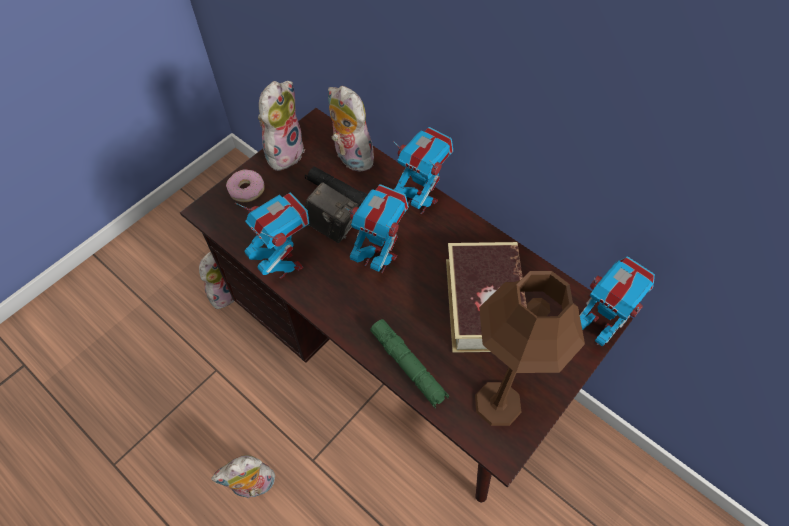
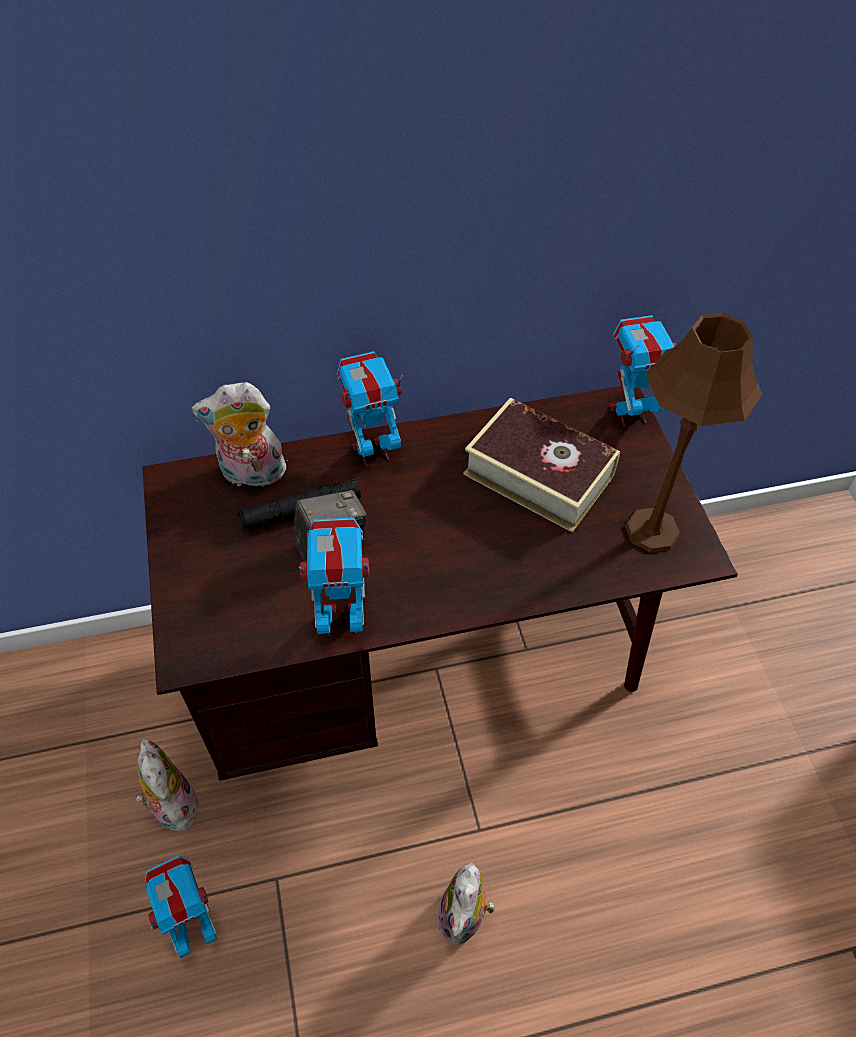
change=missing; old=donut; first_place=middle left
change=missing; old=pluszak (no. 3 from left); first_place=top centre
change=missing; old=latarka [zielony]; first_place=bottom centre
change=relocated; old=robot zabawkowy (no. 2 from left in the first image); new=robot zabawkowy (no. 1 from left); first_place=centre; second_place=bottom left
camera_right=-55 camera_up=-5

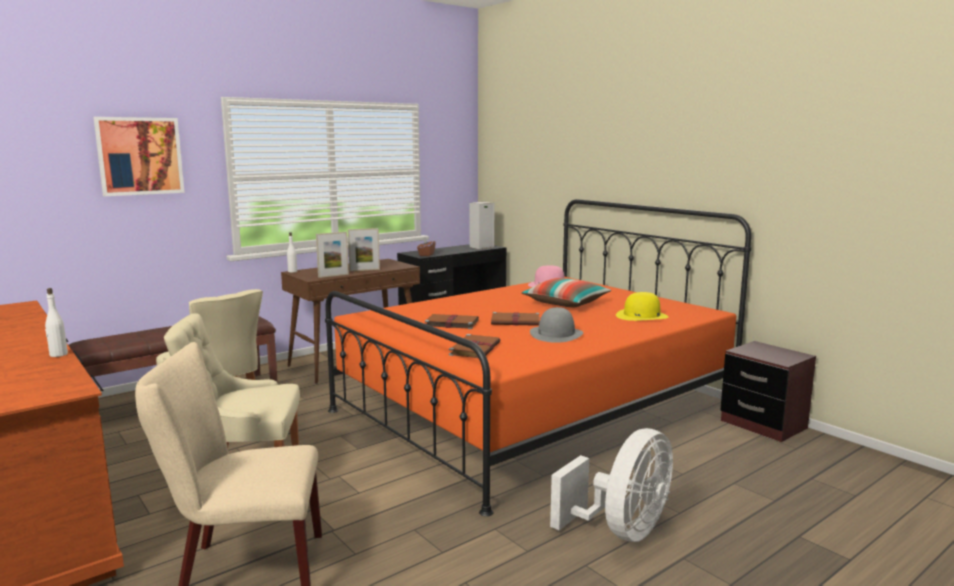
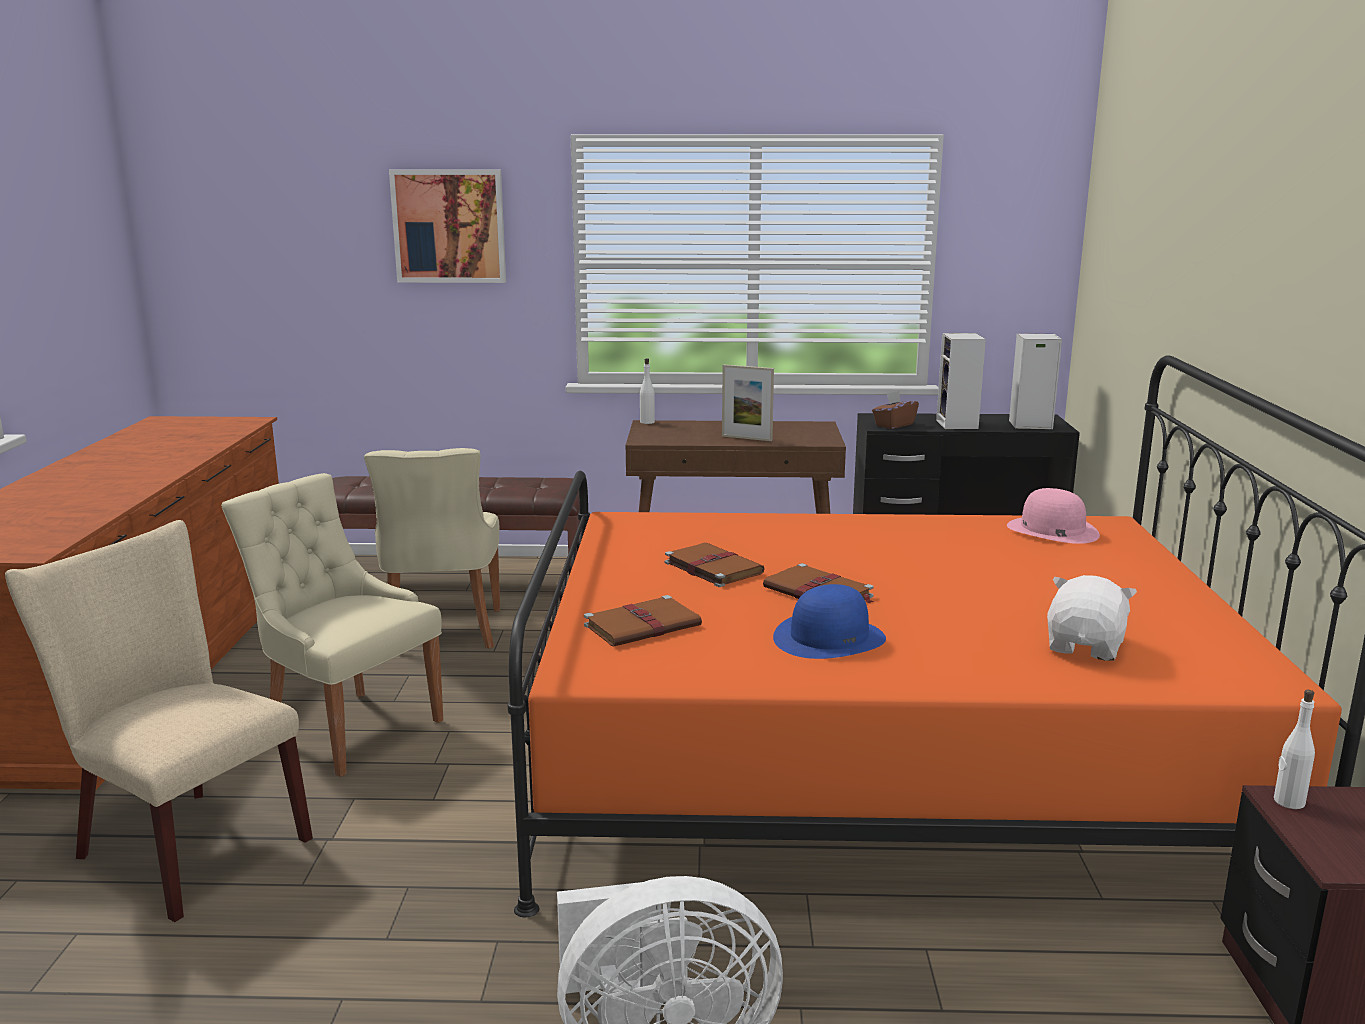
change=missing; old=ramka na zdjęcie (no. 1 from left); first_place=centre
change=missing; old=poduszka; first_place=centre
change=appeared; new=głośnik (no. 1 from left); second_place=middle right
change=relocated; old=butelka [biały] (no. 1 from left in the first image); new=butelka [biały] (no. 2 from left); first_place=middle left; second_place=bottom right
change=exchanged; old=kapelusz [żółty]; new=pluszak [biały]; first_place=middle right; second_place=middle right
change=colour; old=kapelusz [szary]; new=kapelusz [niebieski]; first_place=centre; second_place=centre
camera_right=40 camera_up=5

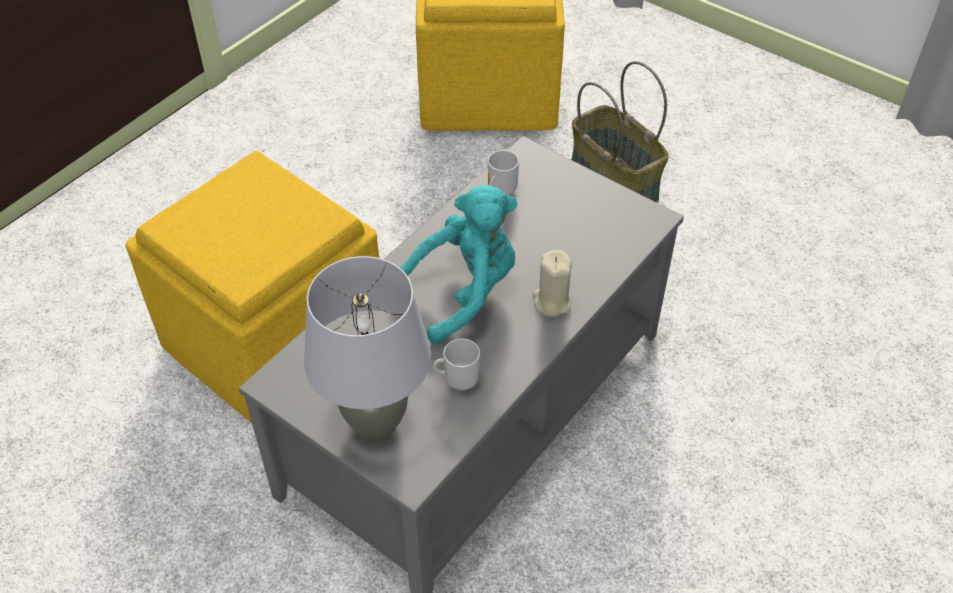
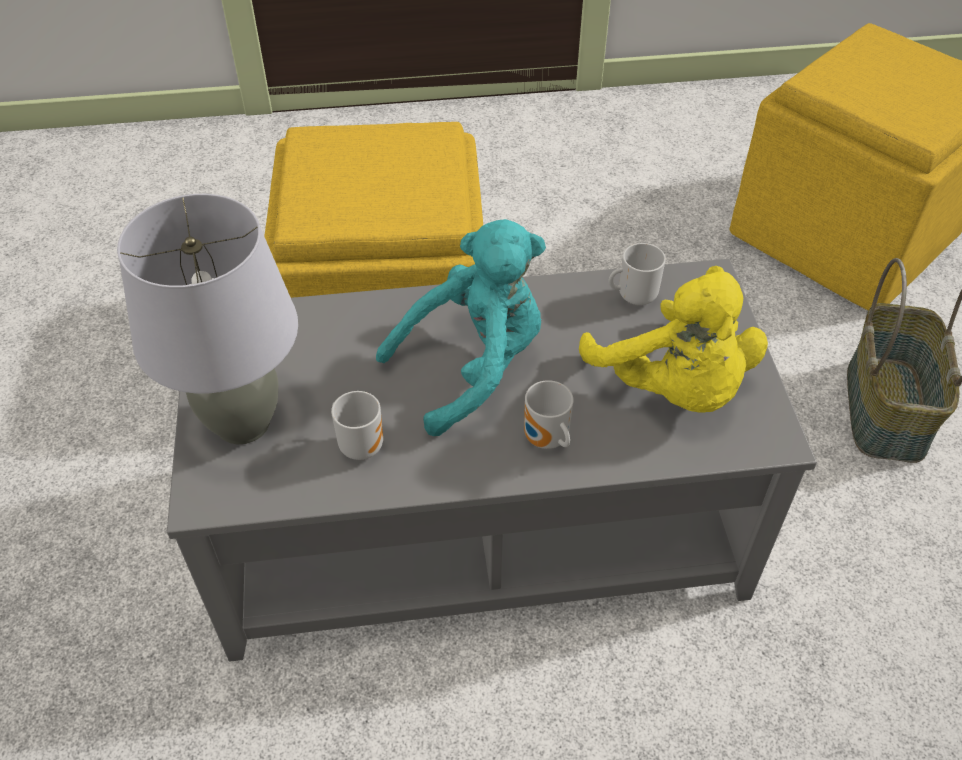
change=appeared; new=pluszak [żółty]; second_place=middle right
change=exchanged; old=świeca [beżowy]; new=kubek (no. 2 from left); first_place=centre; second_place=centre
change=spun; old=pluszak [turkusowy]; first_place=centre; second_place=centre; degrees=-45
camera_right=45 camera_up=0

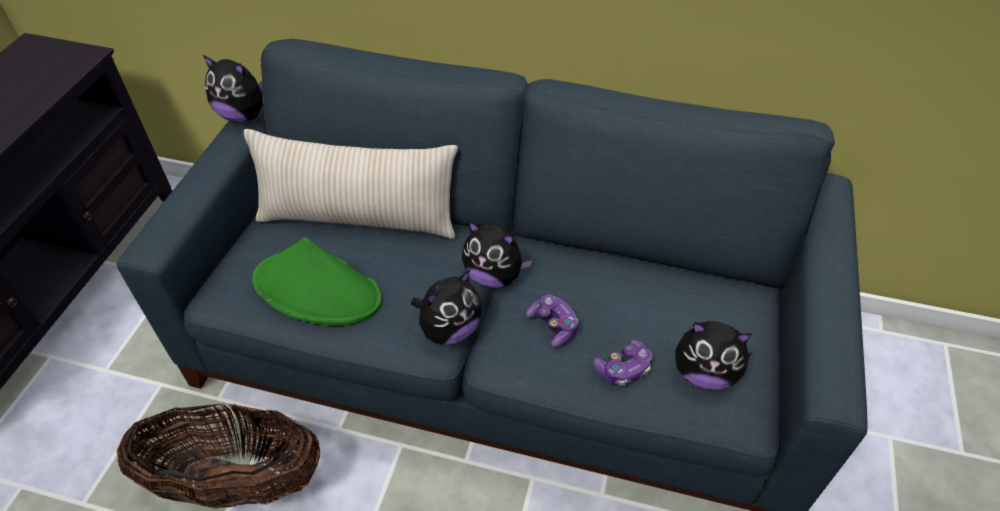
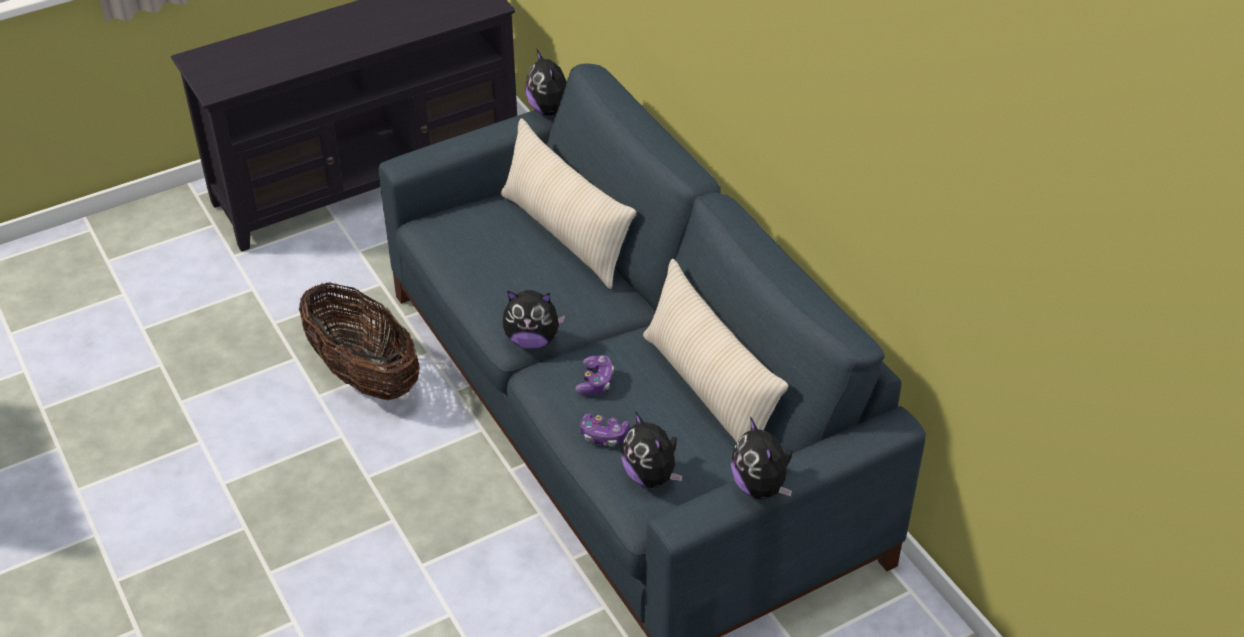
change=missing; old=kapelusz [zielony]; first_place=middle left
change=appeared; new=poduszka [beżowy] (no. 2 from left); second_place=centre
change=relocated; old=pluszak (no. 3 from left in the first image); new=pluszak (no. 4 from left); first_place=centre; second_place=bottom centre
camera_right=45 camera_up=-5

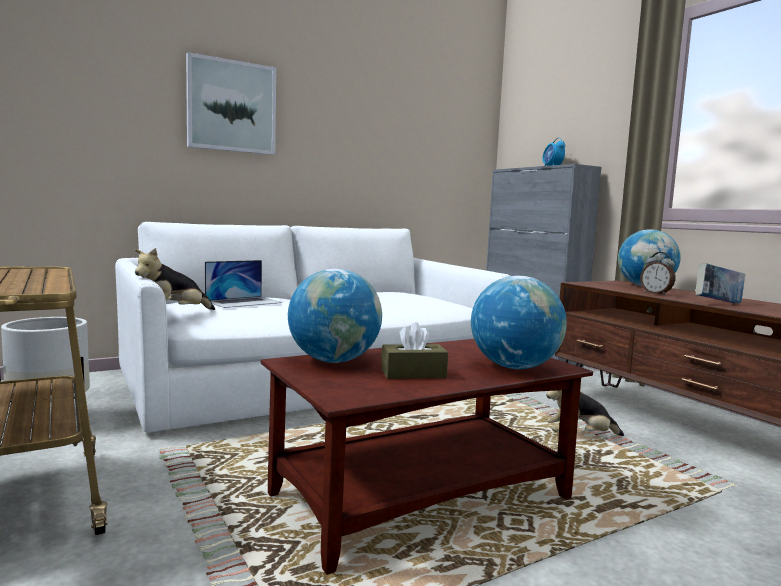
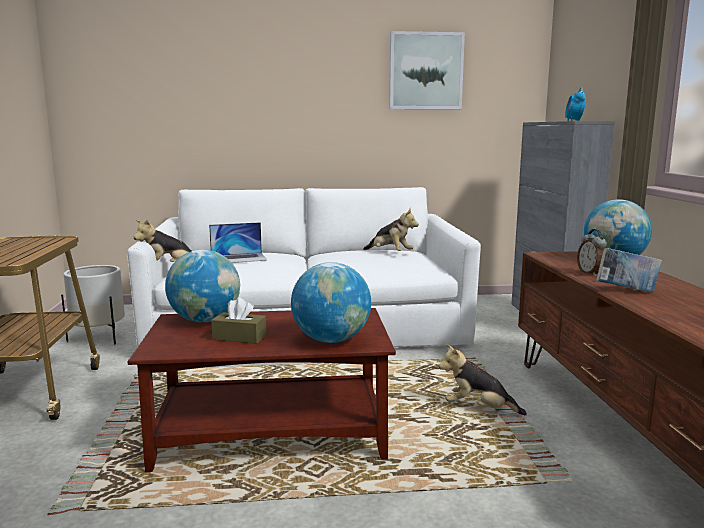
change=appeared; new=pluszak (no. 2 from left); second_place=centre
change=relocated; old=obraz; first_place=top left; second_place=top centre
camera_right=25 camera_up=5

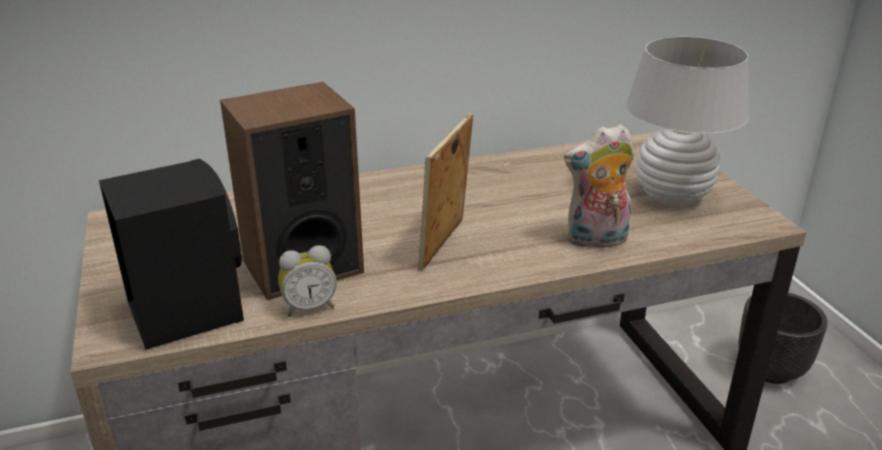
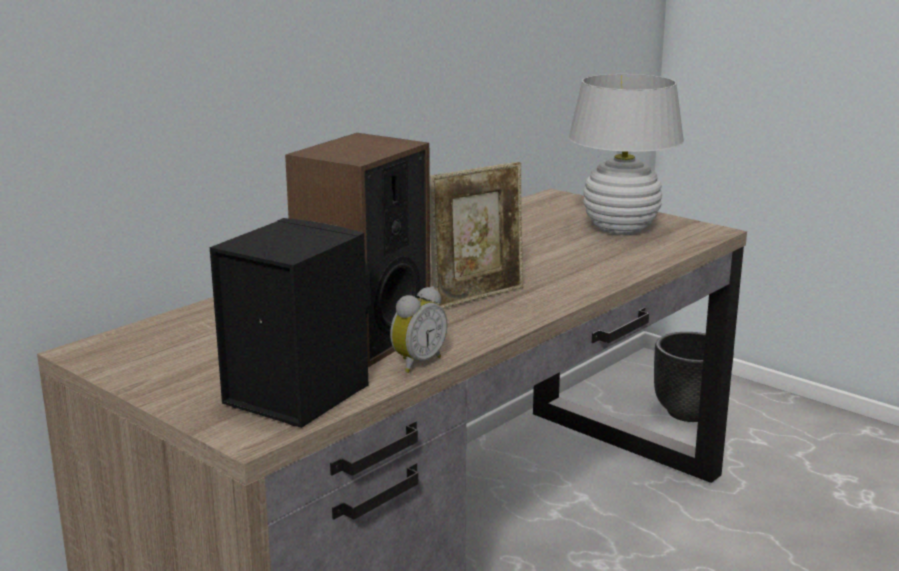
change=missing; old=pluszak; first_place=middle right
change=spun; old=ramka na zdjęcie; first_place=centre; second_place=centre; degrees=-120
camera_right=-30 camera_up=-10

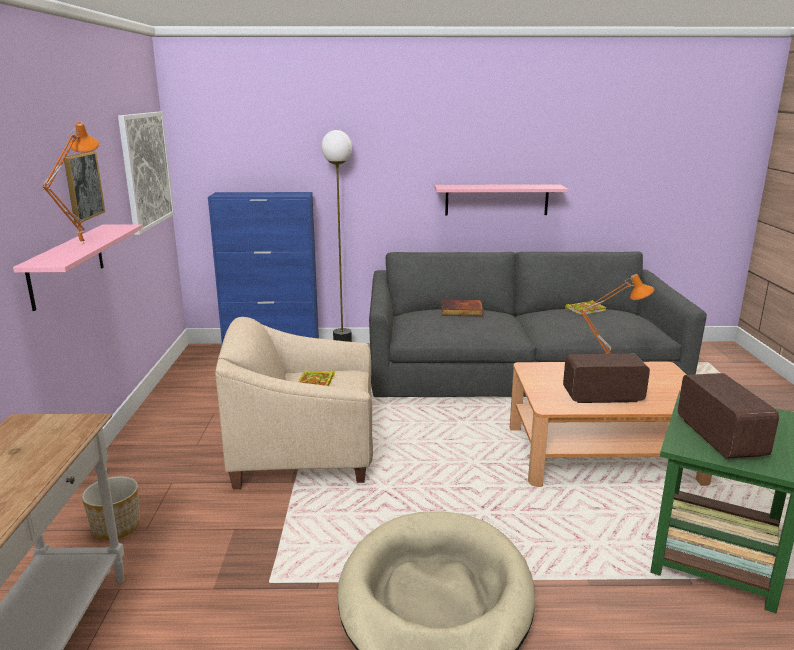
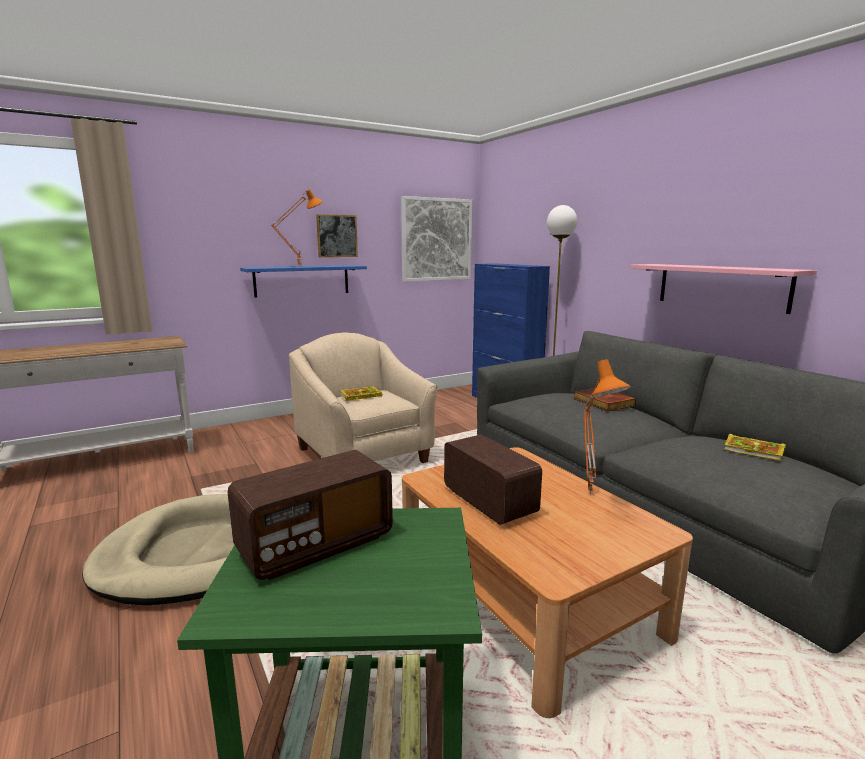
change=missing; old=donica; first_place=bottom left
change=colour; old=półka [różowy] (no. 1 from left); new=półka [niebieski]; first_place=middle left; second_place=centre
camera_right=60 camera_up=-5

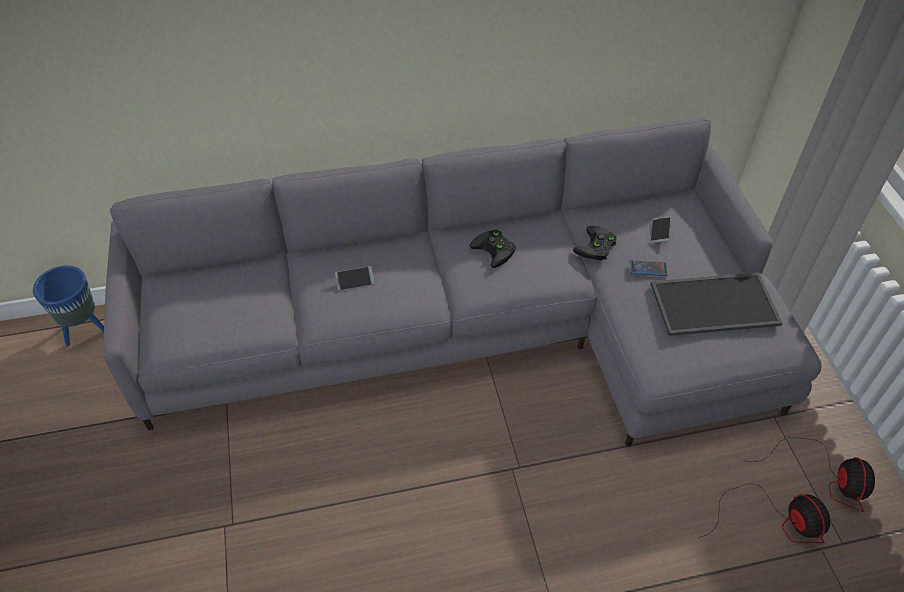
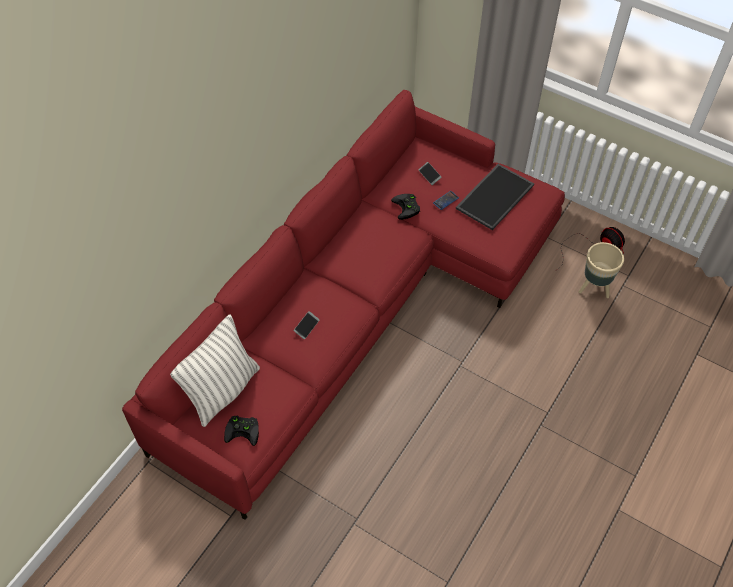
change=missing; old=donica [niebieski]; first_place=middle left
change=appeared; new=poduszka; second_place=middle left
change=relocated; old=pad do gier [czarny] (no. 1 from left); first_place=centre; second_place=bottom left
change=exchanged; old=wentylator (no. 1 from left); new=donica [beżowy]; first_place=bottom right; second_place=middle right
change=colour; old=kanapa [szary]; new=kanapa [czerwony]; first_place=centre; second_place=centre
camera_right=-45 camera_up=5

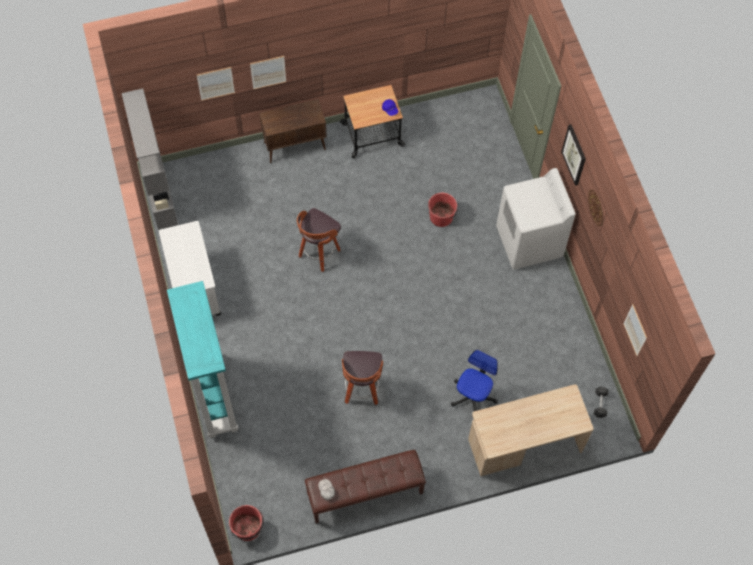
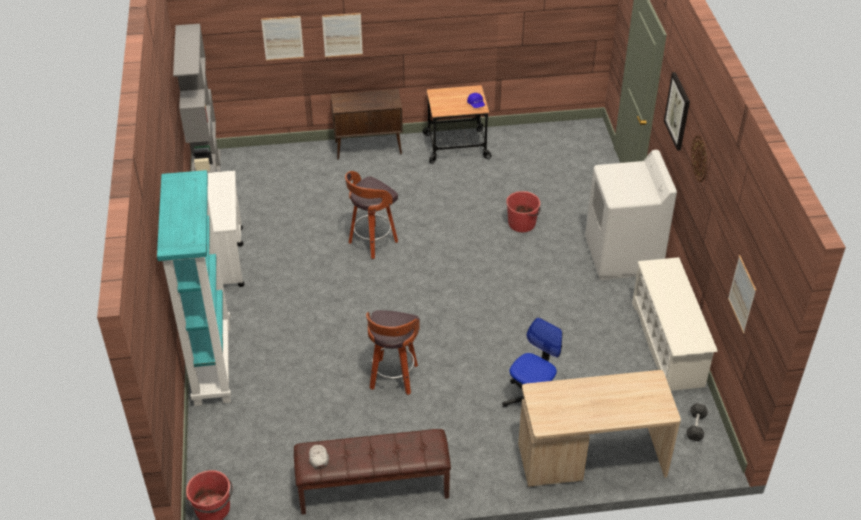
change=appeared; new=regał na buty [biały]; second_place=middle right
camera_right=10 camera_up=-20

